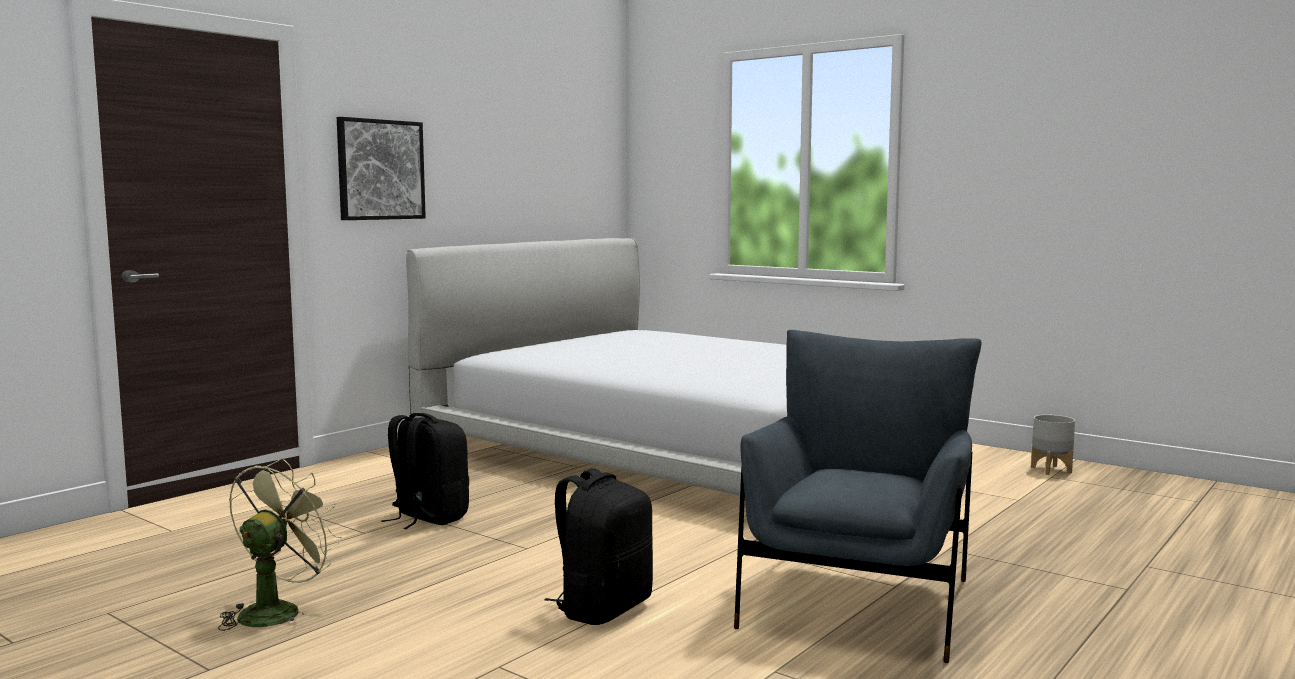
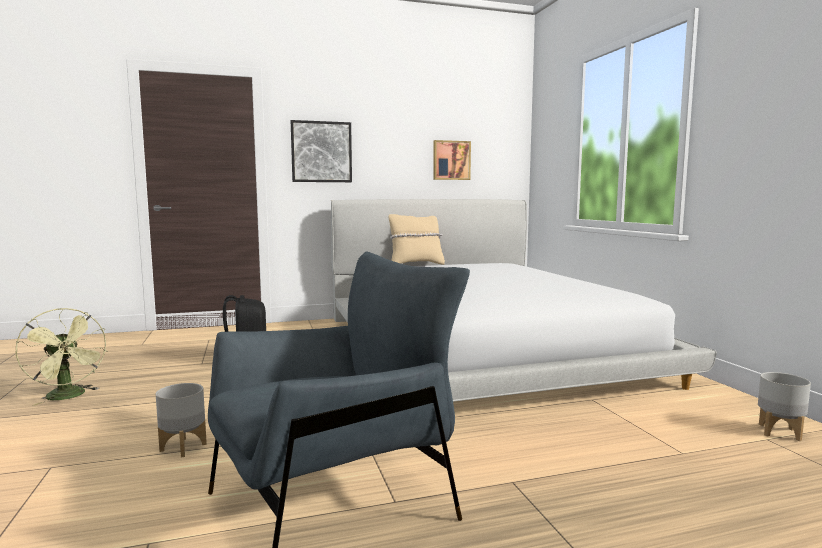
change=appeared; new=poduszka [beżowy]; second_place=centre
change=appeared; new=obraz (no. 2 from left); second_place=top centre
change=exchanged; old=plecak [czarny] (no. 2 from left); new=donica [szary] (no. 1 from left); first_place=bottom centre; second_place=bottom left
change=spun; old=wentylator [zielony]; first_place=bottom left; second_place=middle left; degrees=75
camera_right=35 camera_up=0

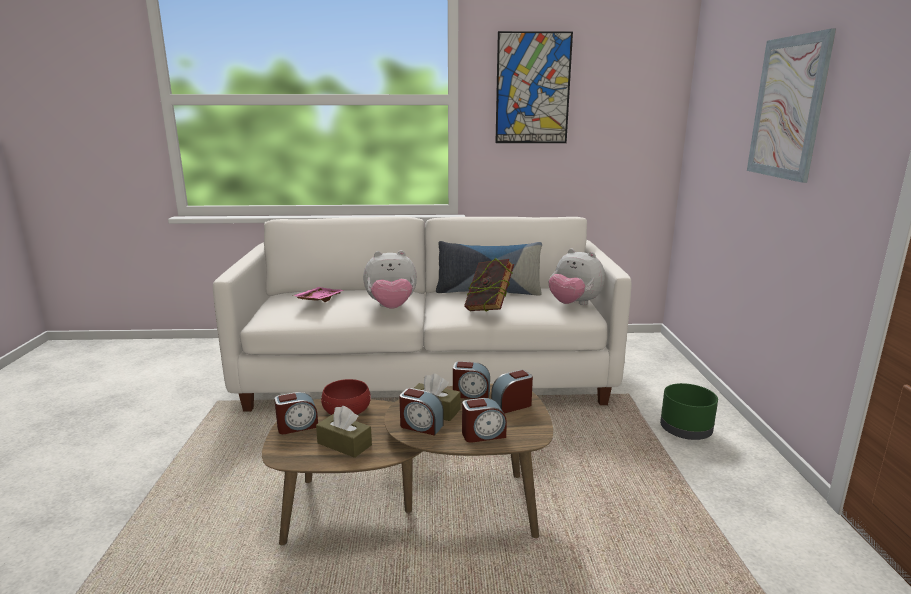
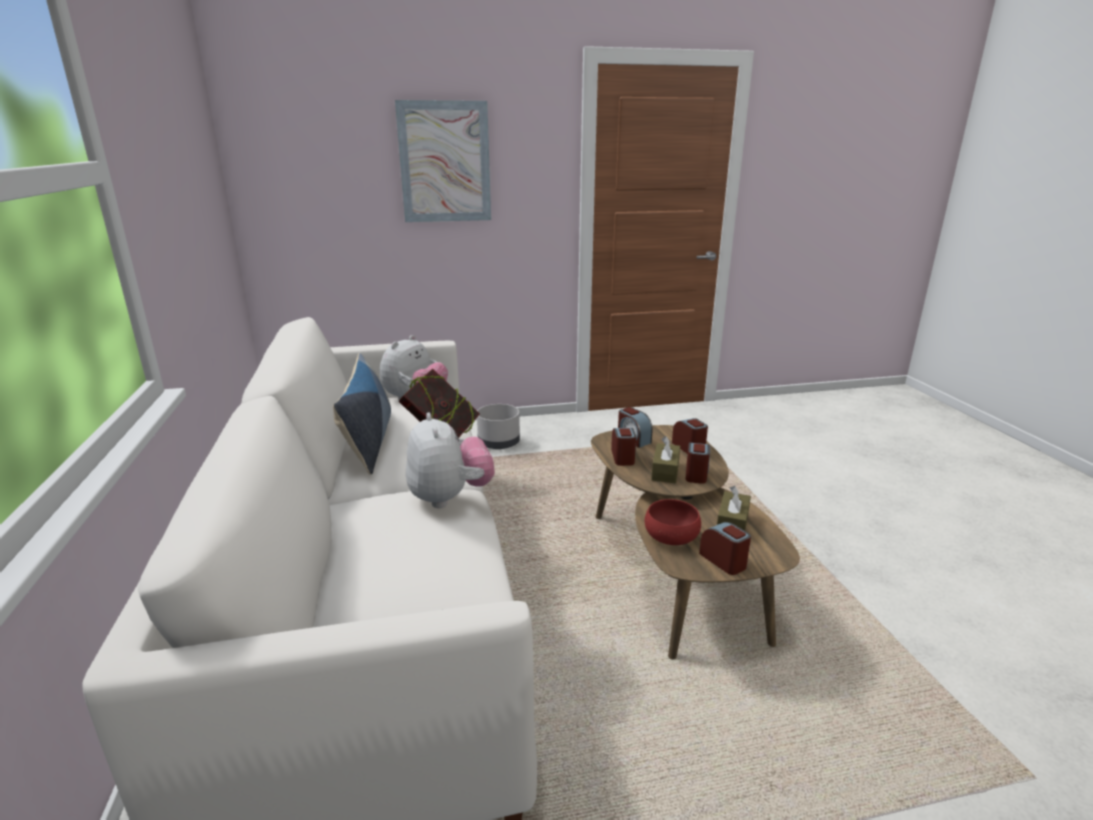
change=missing; old=taca [różowy]; first_place=centre
change=missing; old=obraz (no. 1 from left); first_place=top centre
change=colour; old=donica [zielony]; new=donica [szary]; first_place=bottom right; second_place=centre
camera_right=-100 camera_up=5

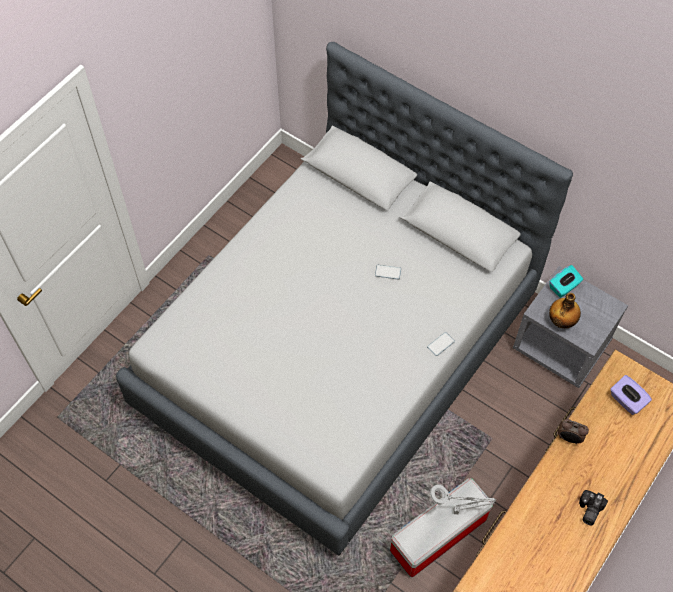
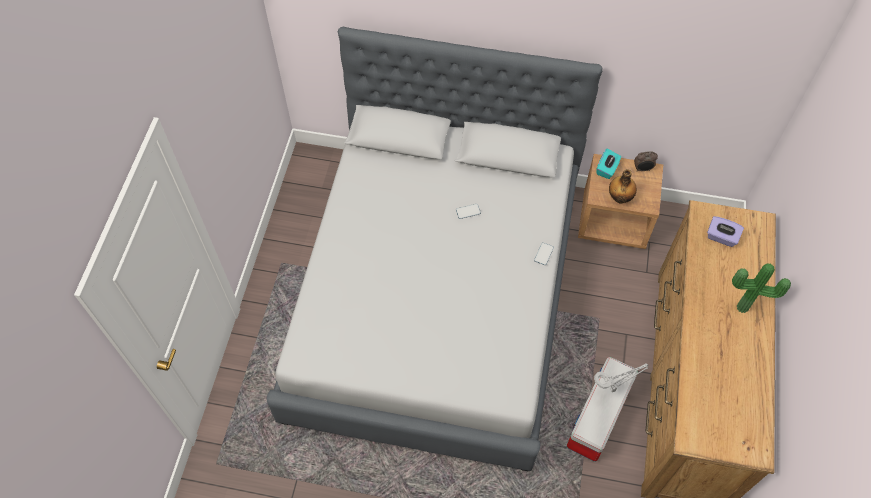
change=missing; old=aparat fotograficzny; first_place=bottom right
change=appeared; new=roślina doniczkowa; second_place=middle right
change=relocated; old=budzik; first_place=bottom right; second_place=top right
change=colour; old=szafka nocna [szary]; new=szafka nocna [brązowy]; first_place=middle right; second_place=middle right
camera_right=-25 camera_up=0

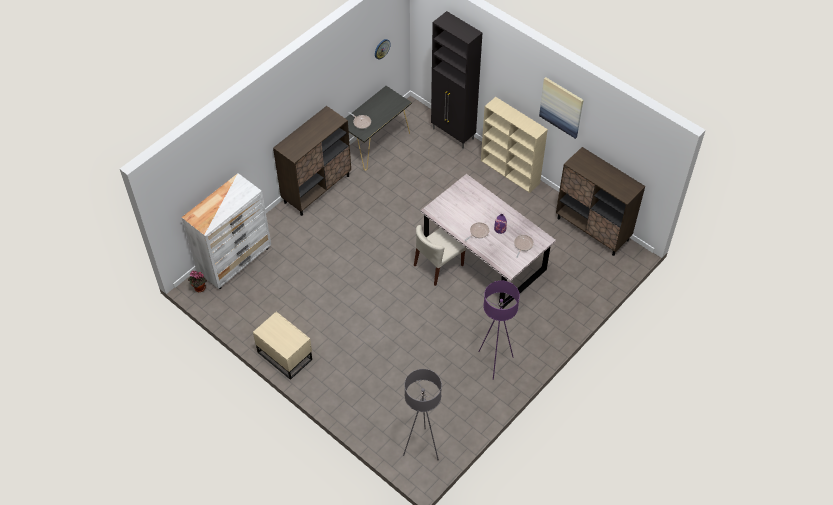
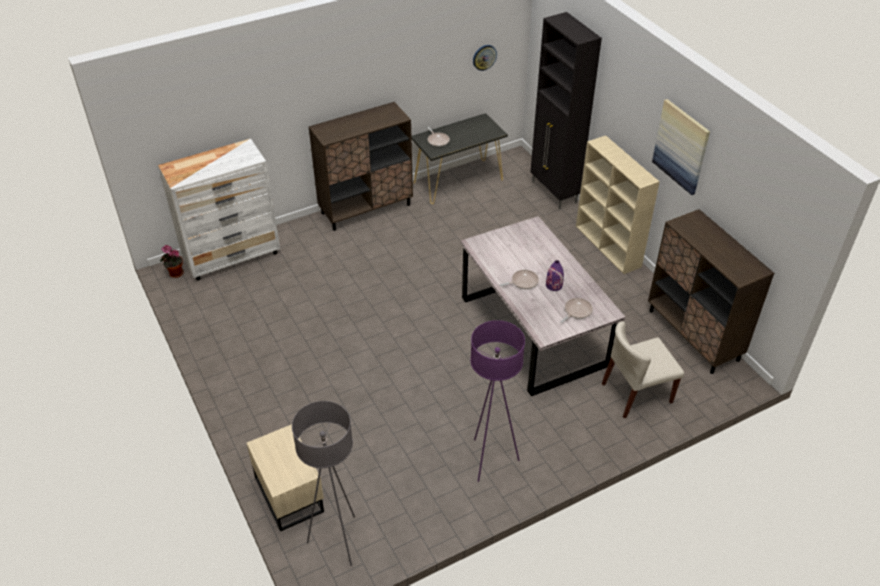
change=relocated; old=szafka nocna [beżowy]; first_place=bottom centre; second_place=bottom left
change=relocated; old=krzesło [beżowy]; first_place=centre; second_place=middle right
camera_right=20 camera_up=-10

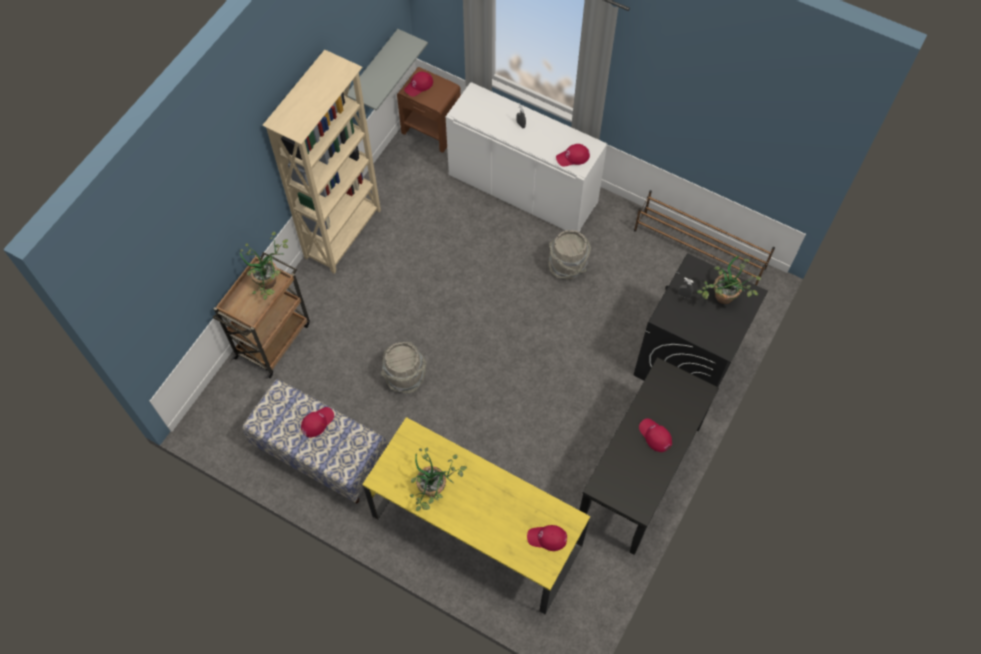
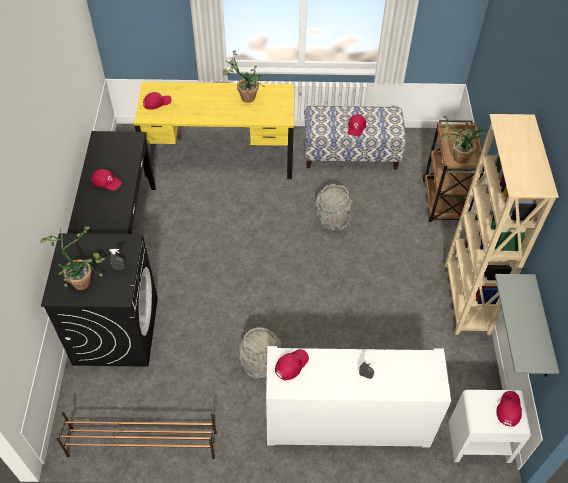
change=colour; old=szafka nocna [brązowy]; new=szafka nocna [biały]; first_place=top centre; second_place=bottom right
camera_right=150 camera_up=-10

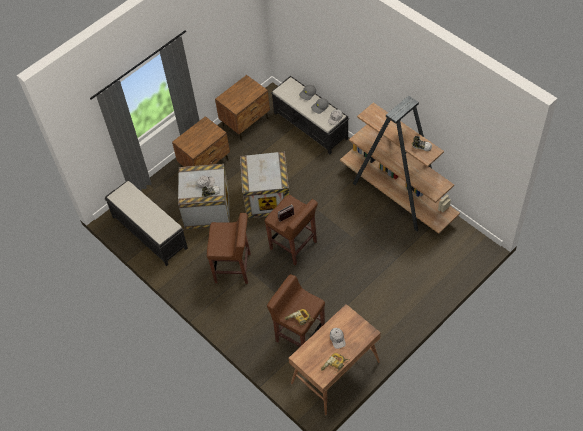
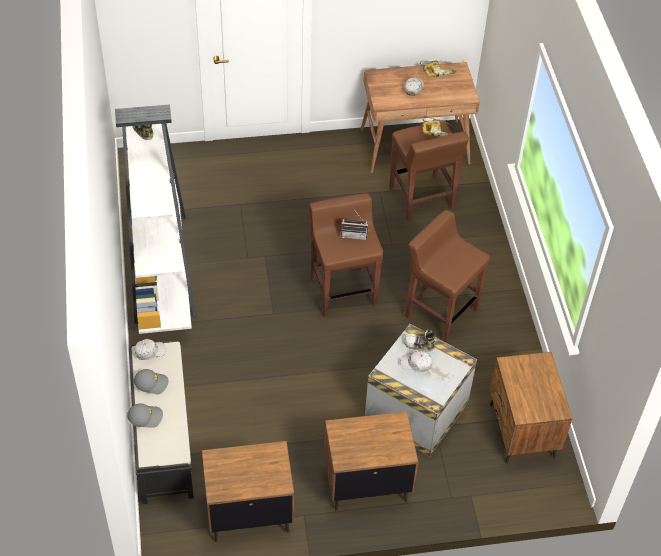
change=missing; old=skrzynka (no. 2 from left); first_place=centre
change=exchanged; old=ławka [czarny] (no. 1 from left); new=szafka nocna [brązowy] (no. 3 from left); first_place=middle left; second_place=bottom right
change=colour; old=regał [brązowy]; new=regał [biały]; first_place=middle right; second_place=middle left
camera_right=-150 camera_up=-5

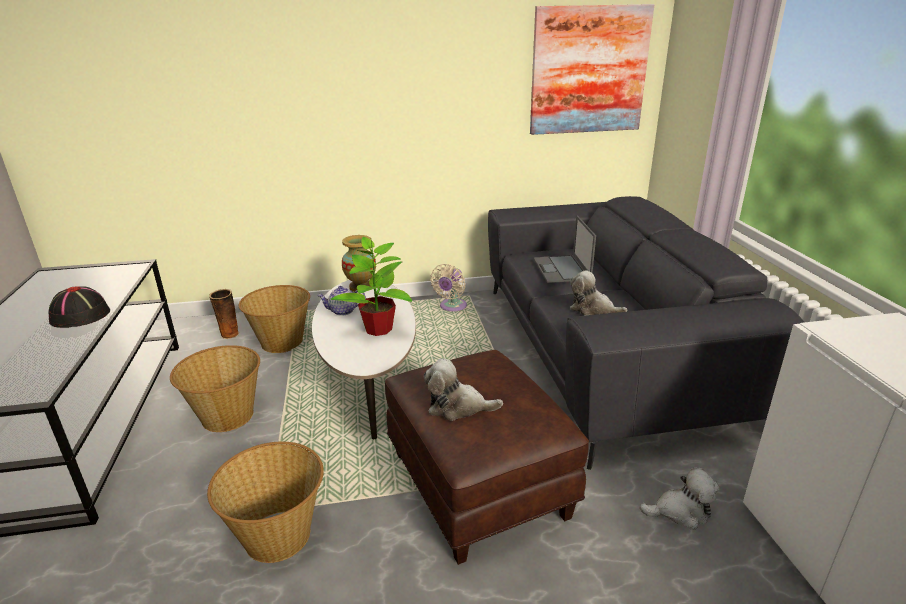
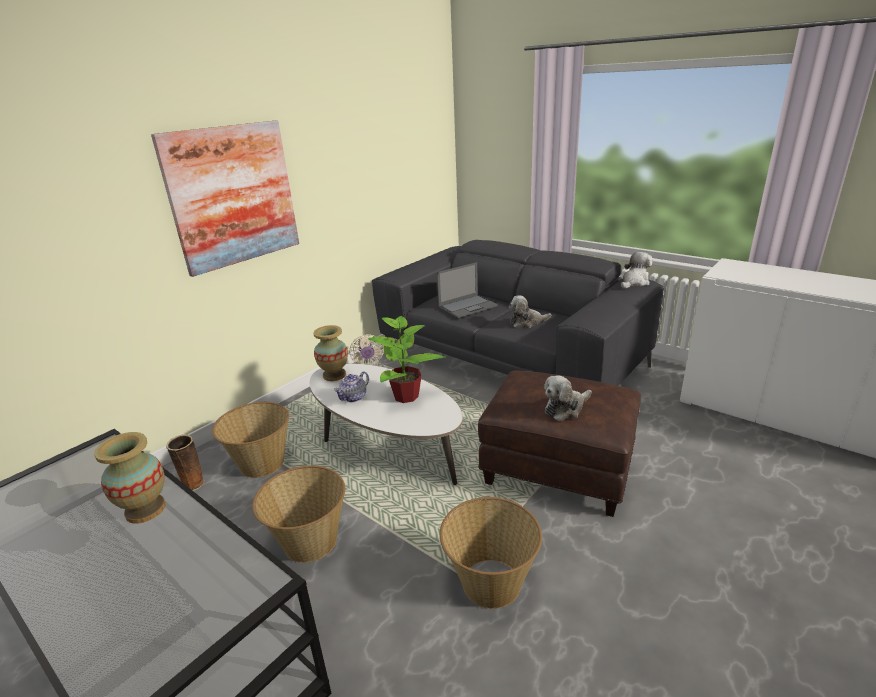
change=relocated; old=obraz; first_place=top centre; second_place=top left
change=relocated; old=pluszak (no. 3 from left); first_place=bottom right; second_place=middle right
change=exchanged; old=kapelusz [czarny]; new=wazon (no. 1 from left); first_place=middle left; second_place=bottom left
change=spun; old=laptop; first_place=centre; second_place=centre; degrees=-75
camera_right=-40 camera_up=0

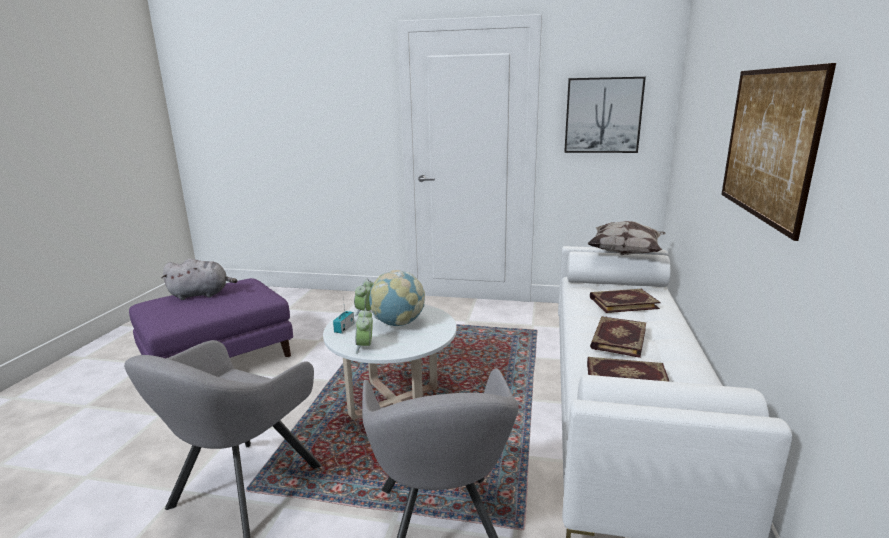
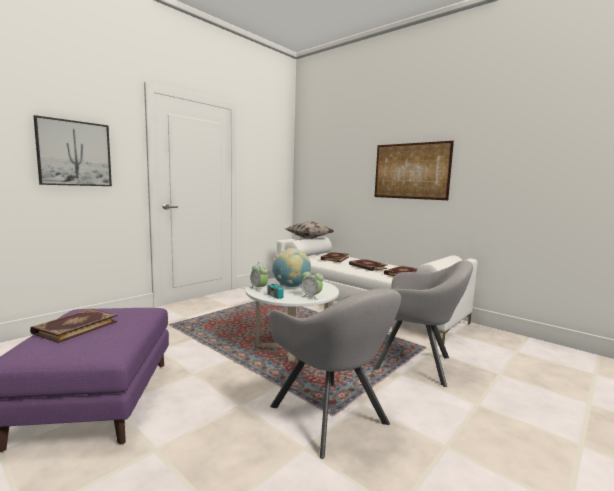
change=relocated; old=obraz (no. 1 from left); first_place=top right; second_place=top left
change=exchanged; old=pluszak [szary]; new=książka (no. 1 from left); first_place=middle left; second_place=middle left
camera_right=-60 camera_up=-10

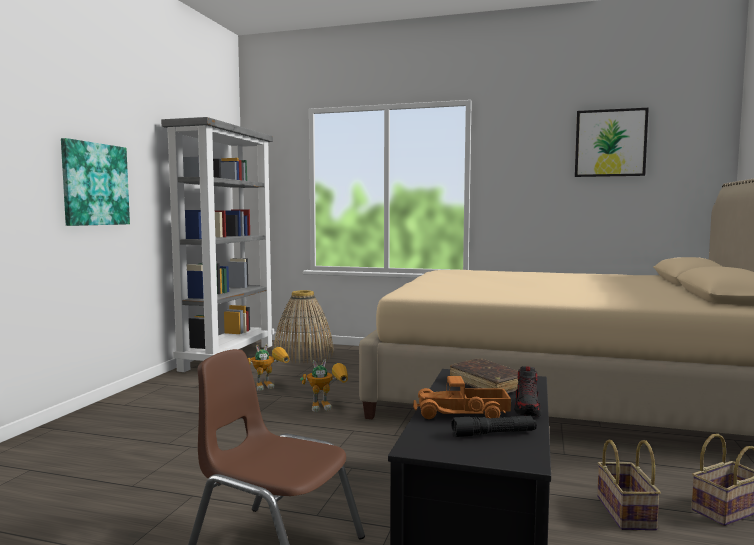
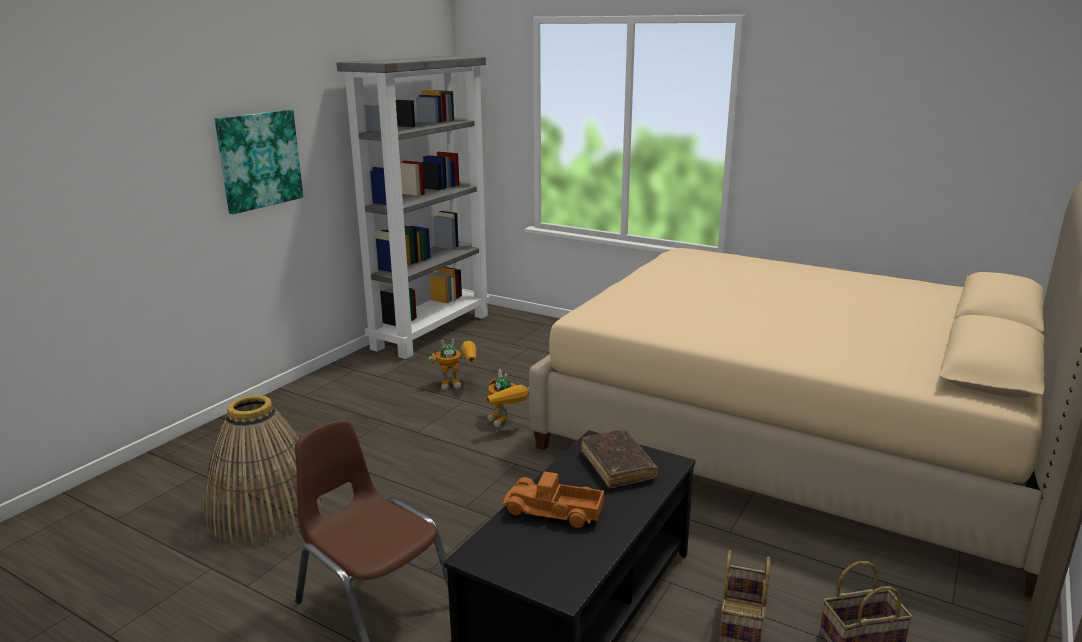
change=missing; old=latarka [czarny]; first_place=bottom centre
change=missing; old=but; first_place=bottom right
change=missing; old=obraz (no. 2 from left); first_place=top right
change=relocated; old=koszyk (no. 1 from left); first_place=centre; second_place=bottom left
change=spun; old=robot zabawkowy (no. 2 from left); first_place=bottom centre; second_place=centre; degrees=60
camera_right=15 camera_up=15

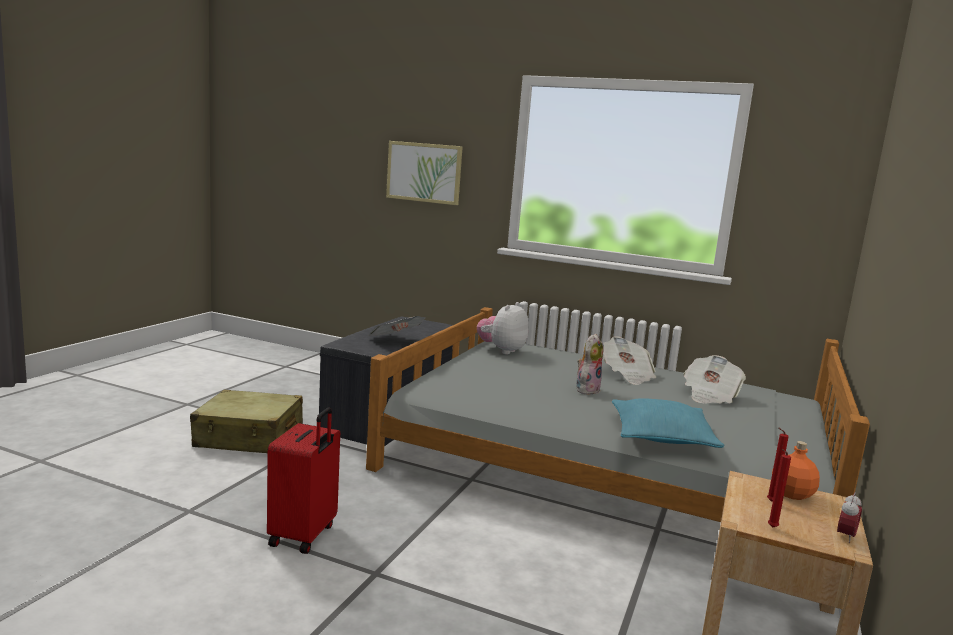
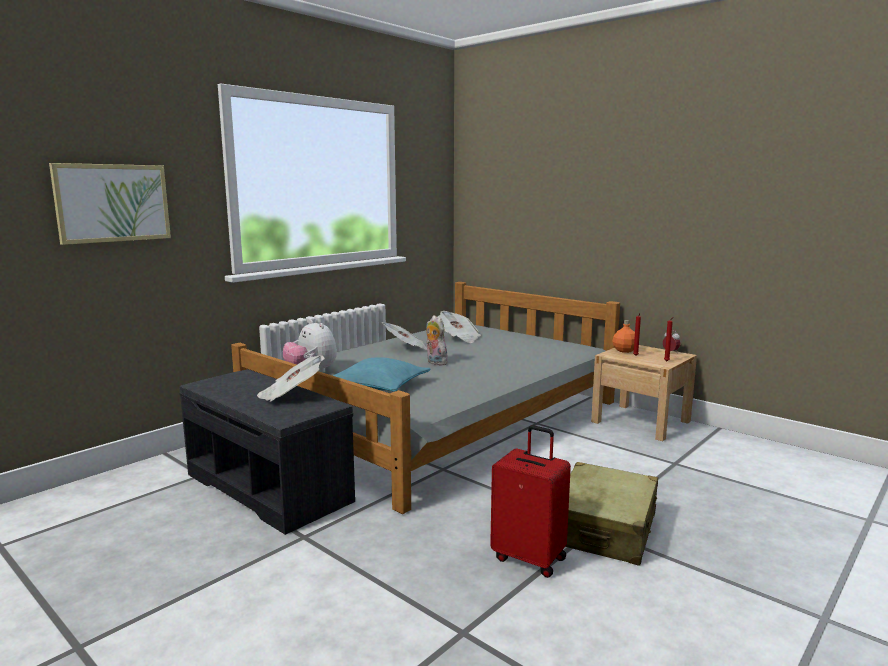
change=relocated; old=walizka [beżowy]; first_place=middle left; second_place=bottom right
change=relocated; old=poduszka [turkusowy]; first_place=middle right; second_place=centre
camera_right=-70 camera_up=0

